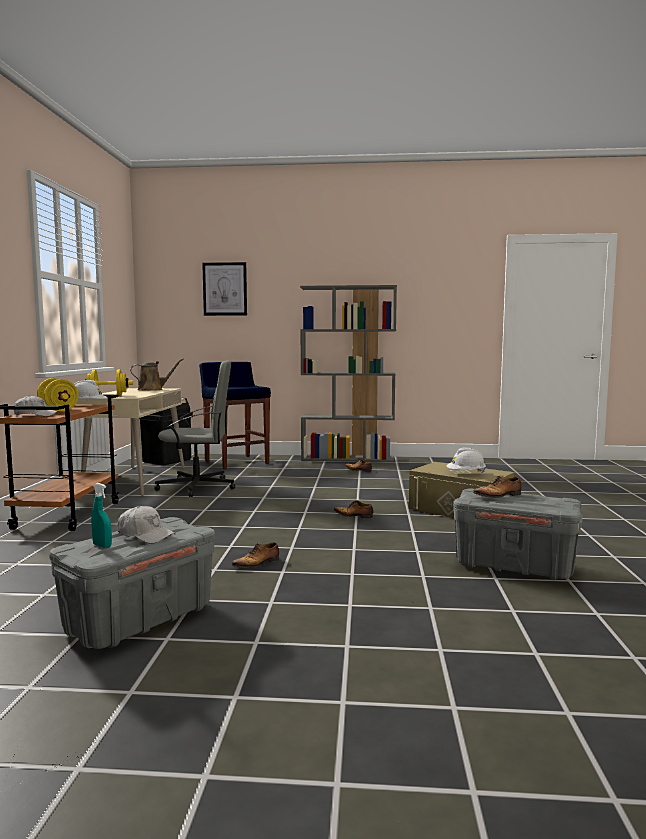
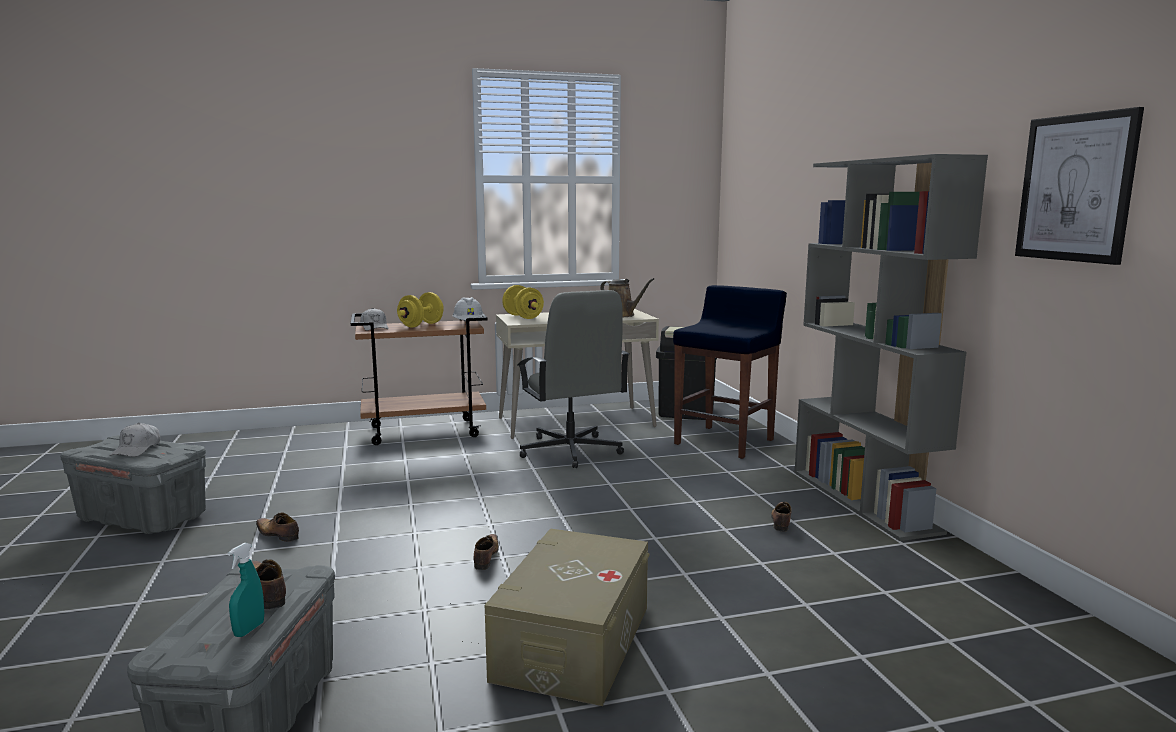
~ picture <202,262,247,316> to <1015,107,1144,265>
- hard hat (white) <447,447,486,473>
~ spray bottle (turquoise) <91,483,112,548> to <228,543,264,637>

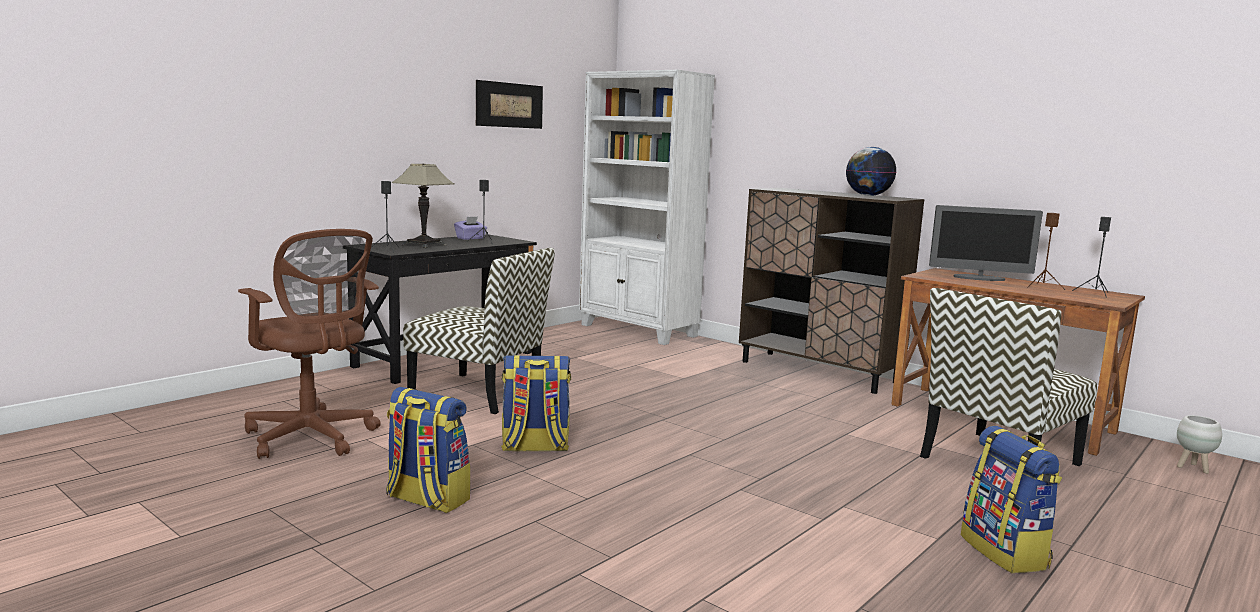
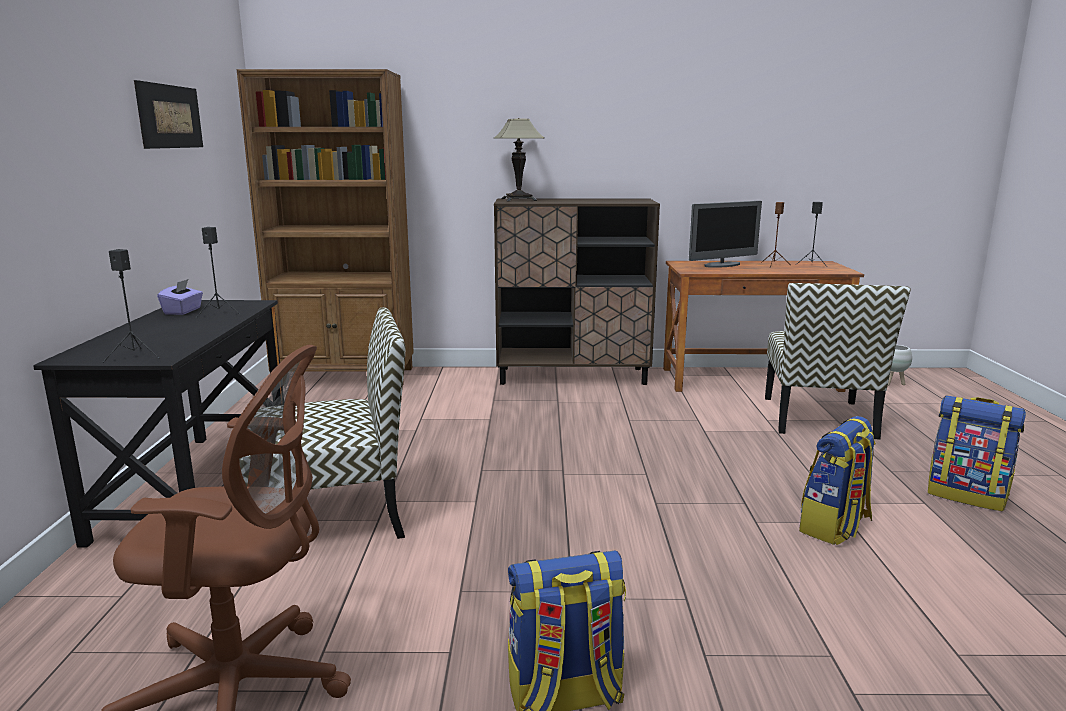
~ bookcase (white) <579,70,715,345> to bookcase (brown) <236,69,414,386>
- globe <846,147,896,196>
~ table lamp <392,163,455,248> to <494,118,545,201>
~ backpack <501,355,571,451> to <799,416,876,545>

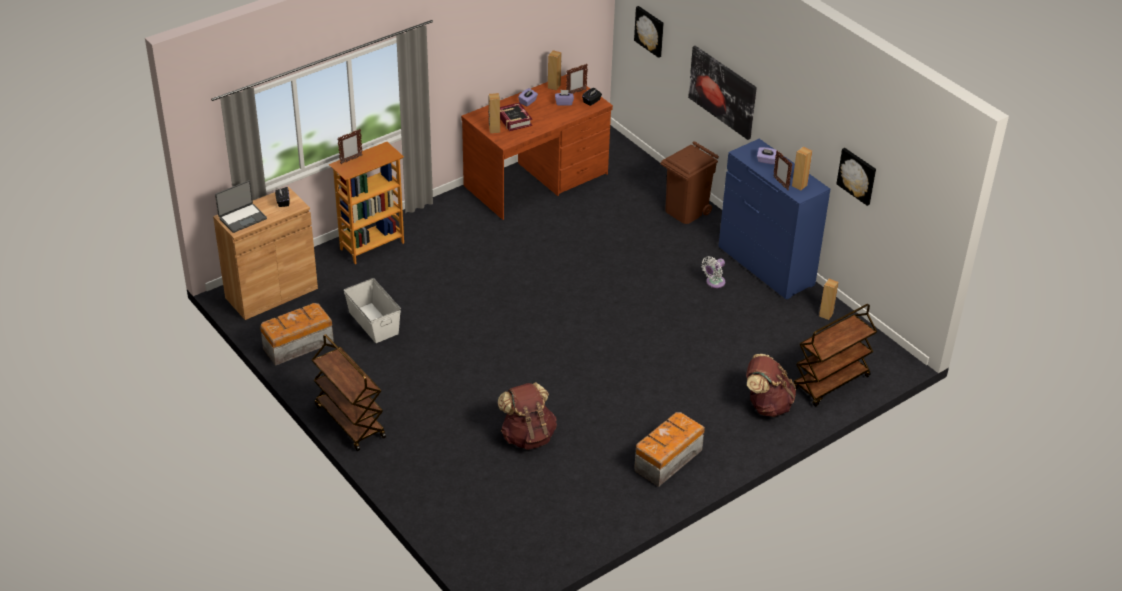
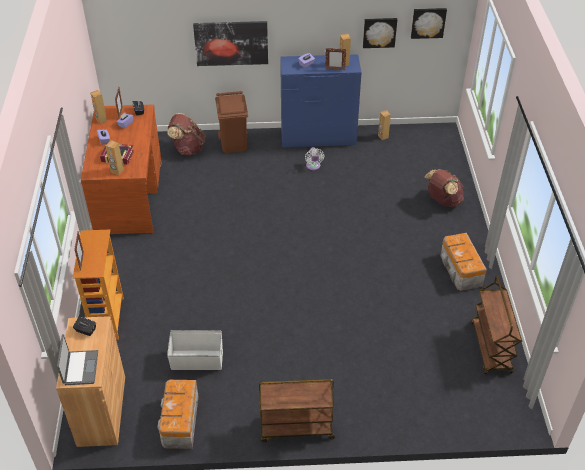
~ picture <634,6,664,58> to <411,8,447,39>
~ cart (brown) <794,304,877,407> to <471,276,522,375>
~ backpack (brown) <497,382,557,450> to <168,113,206,155>

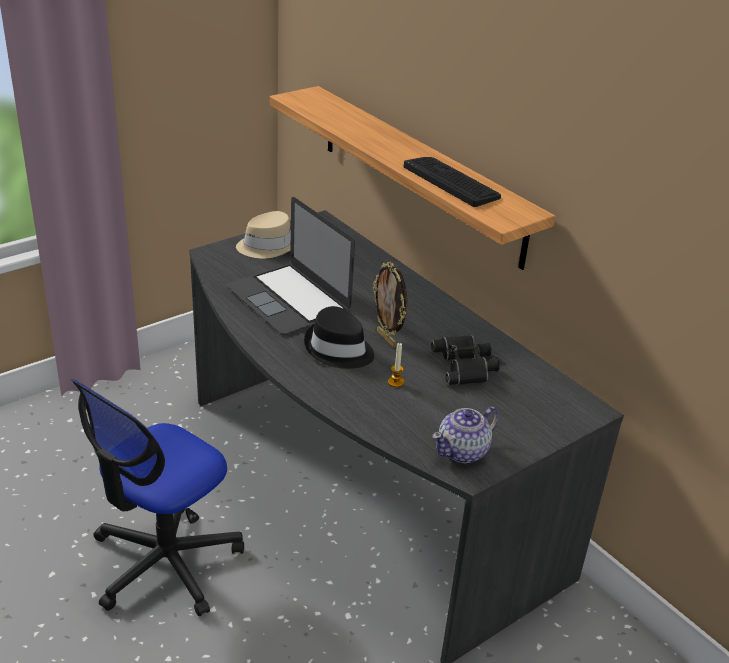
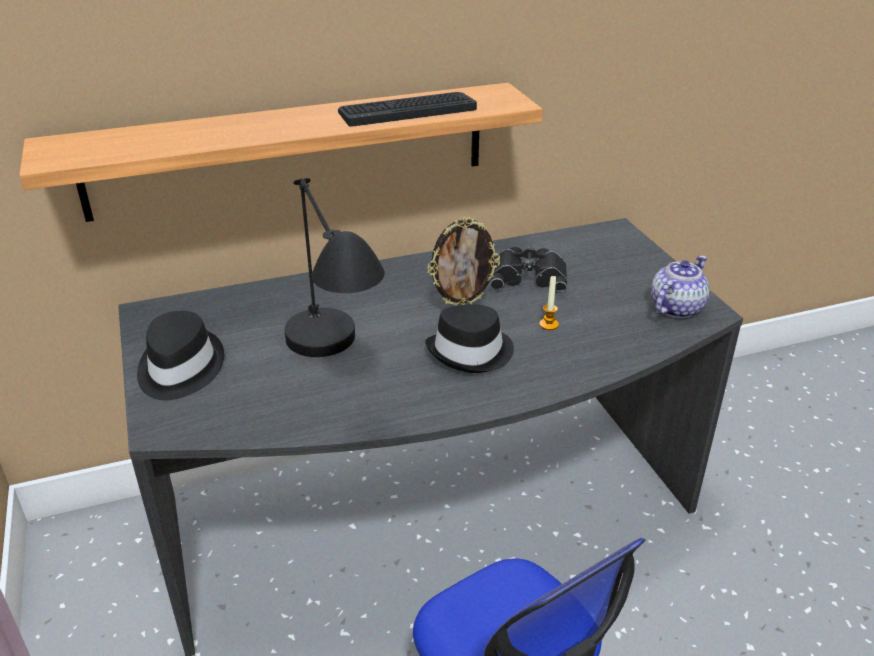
~ laptop <227,197,355,335> to table lamp (black) <285,178,385,357>
~ hat (beige) <236,211,291,258> to hat (black) <137,311,224,400>
~ teapot <432,407,499,463> = <651,255,710,318> 120 degrees counterclockwise

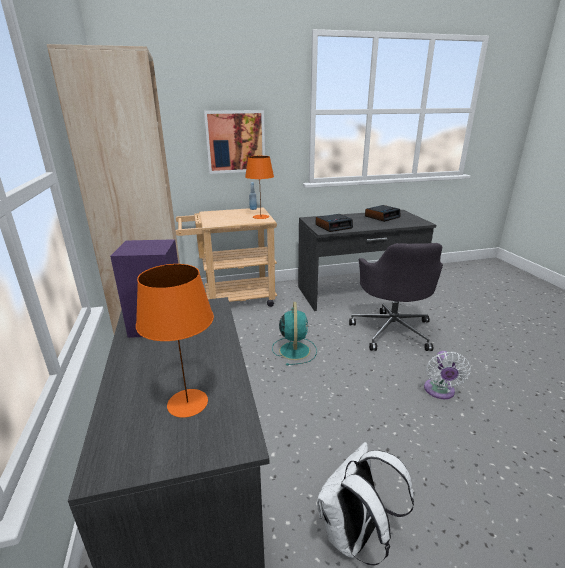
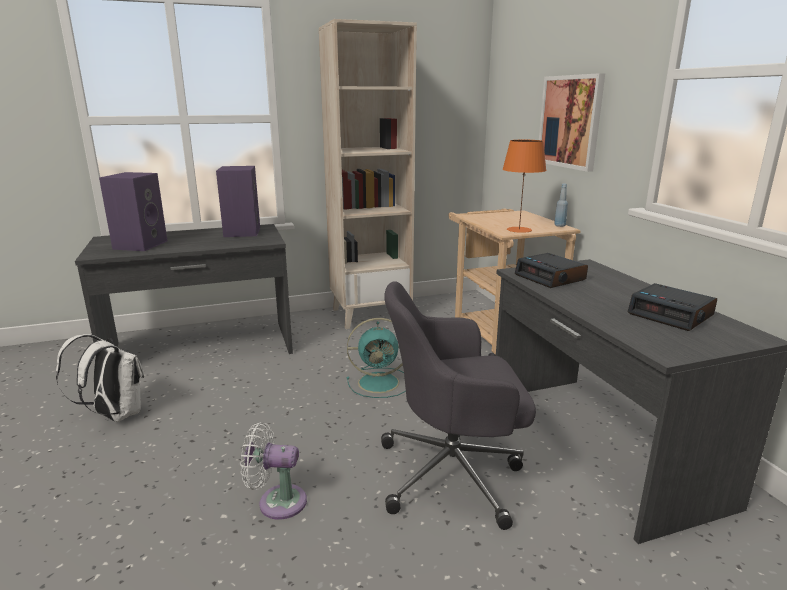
~ table lamp (orange) <136,264,214,418> to speaker (purple) <99,172,167,251>

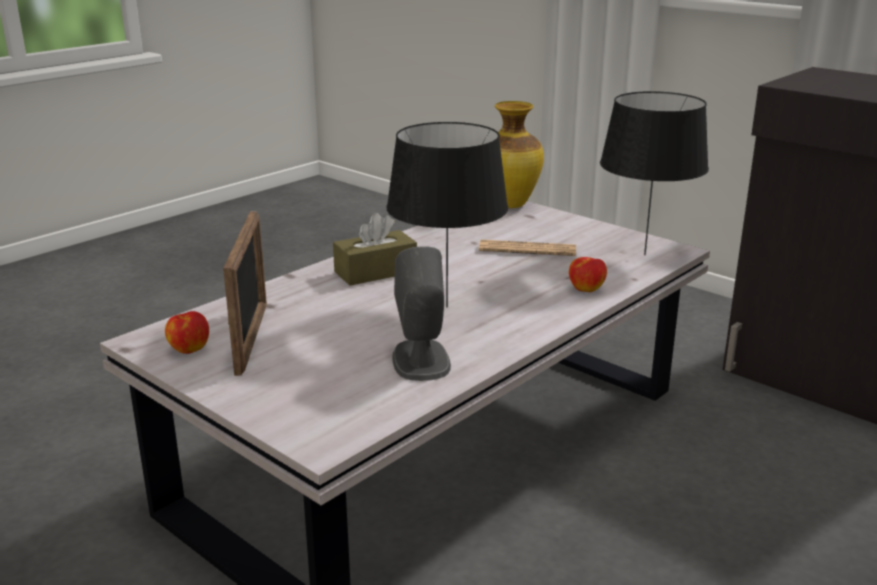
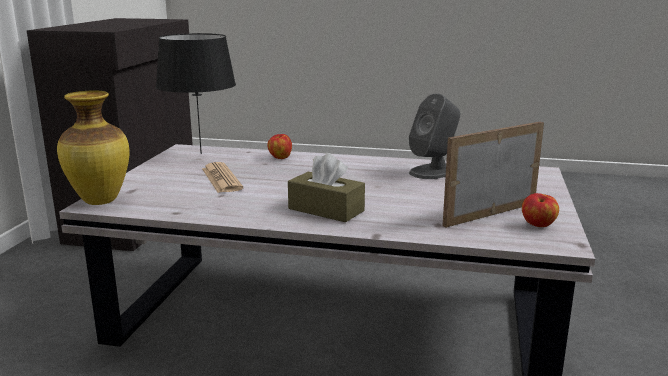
- table lamp (black) <386,122,508,307>

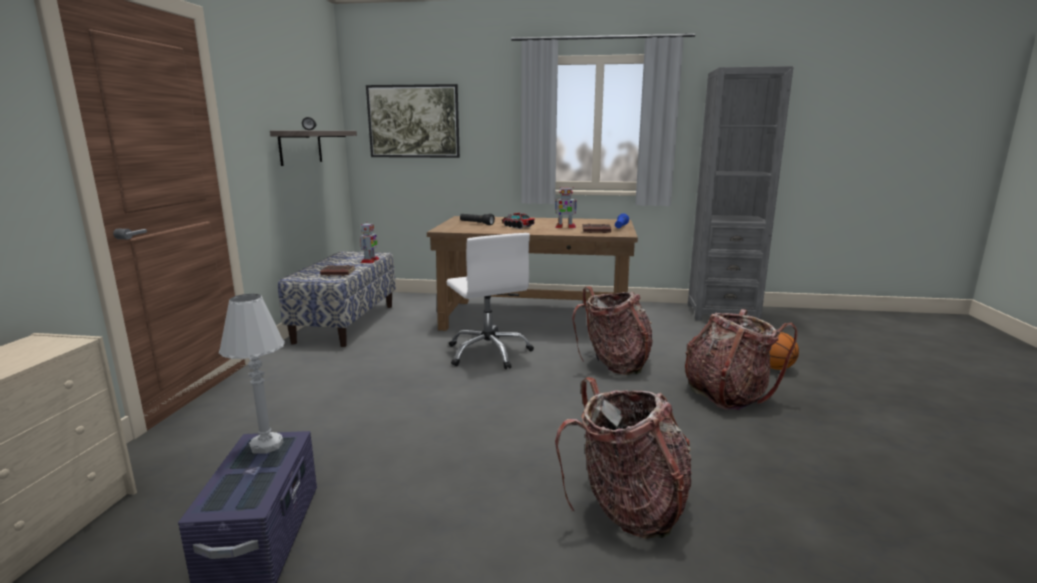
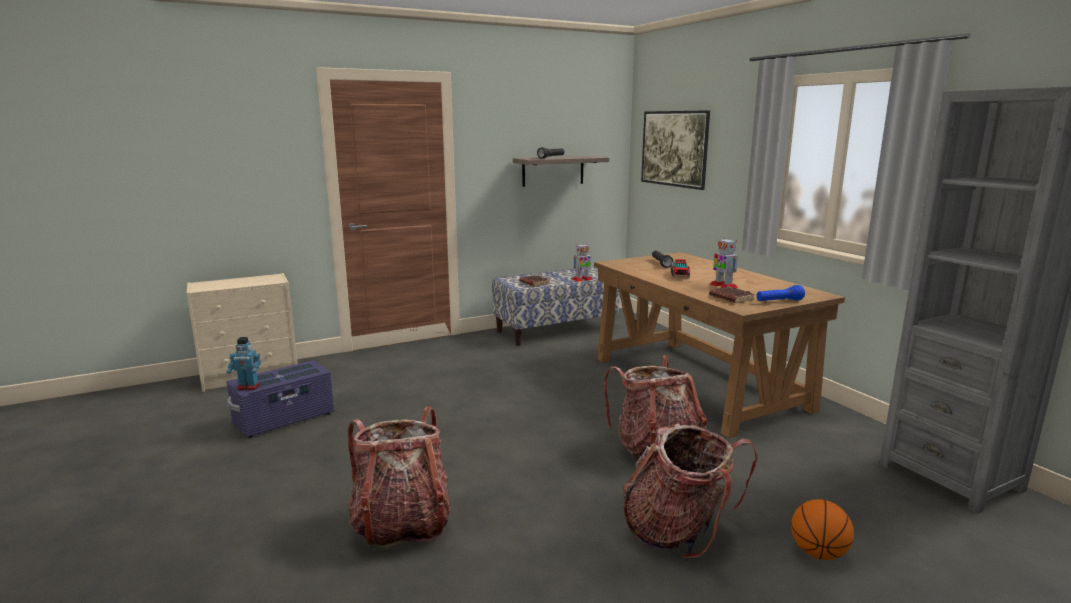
- office chair (white) <446,233,534,369>
- table lamp (white) <219,294,285,454>
+ toy robot <227,337,261,390>

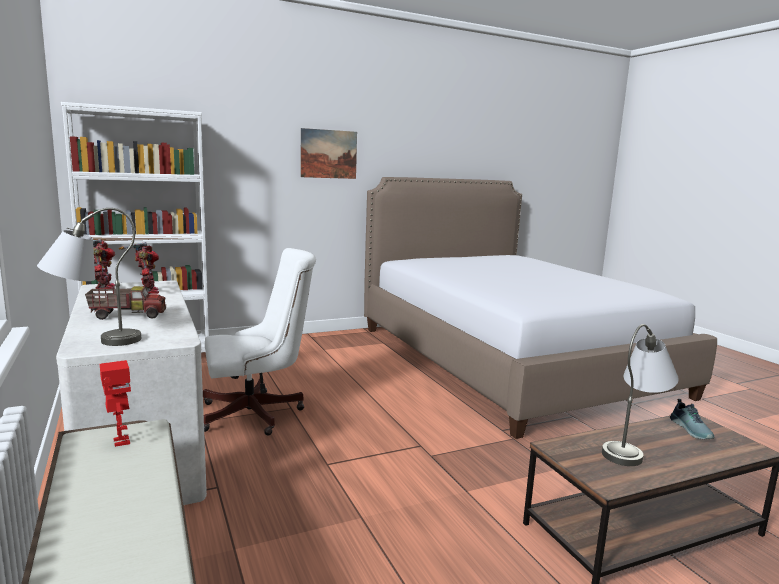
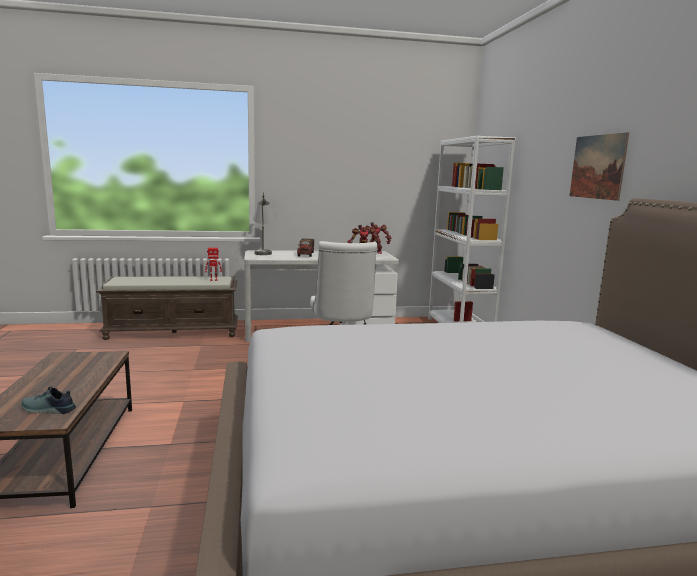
- table lamp (grey) <602,324,679,466>

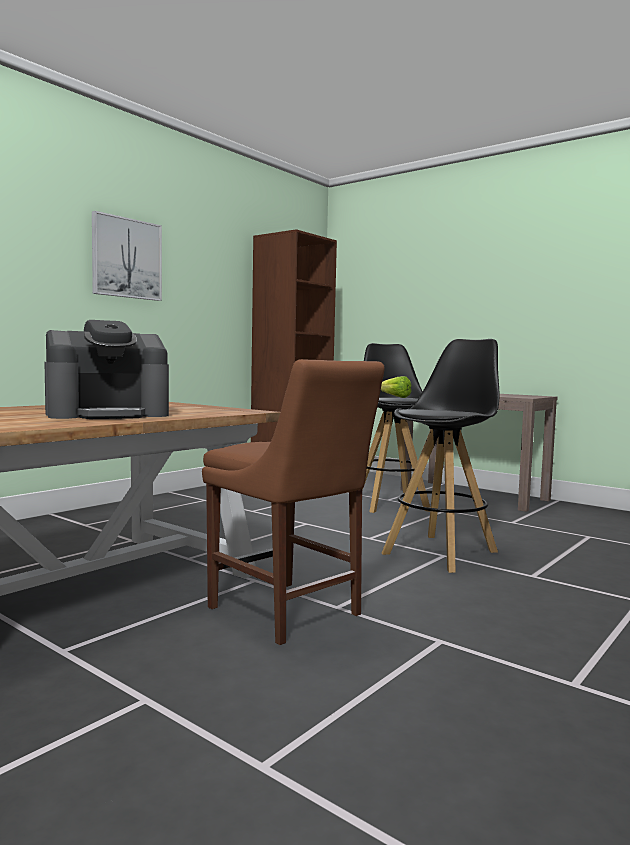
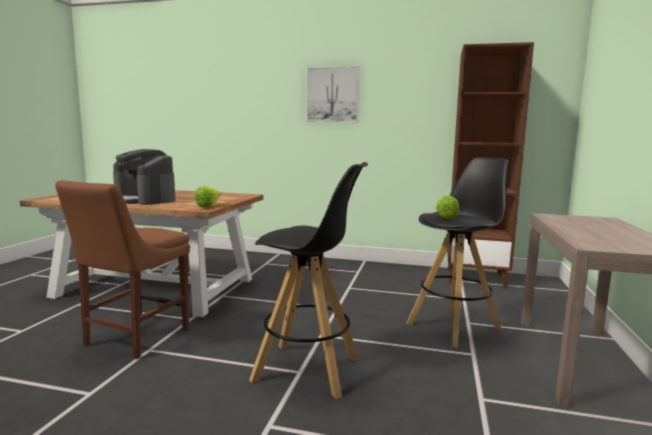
+ lettuce <194,186,220,208>

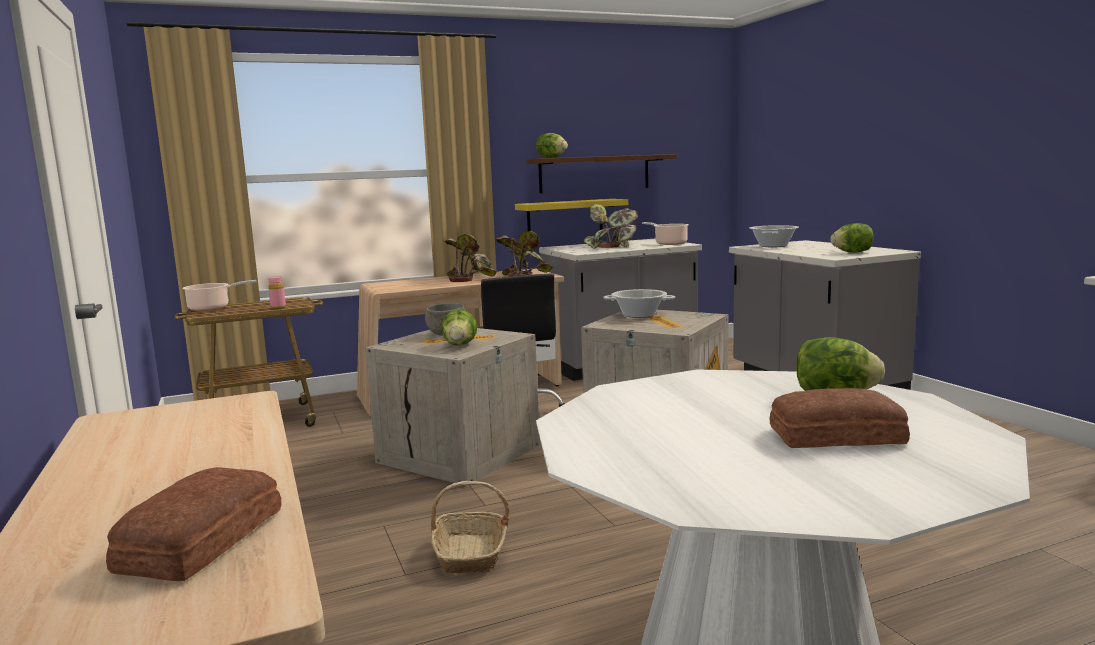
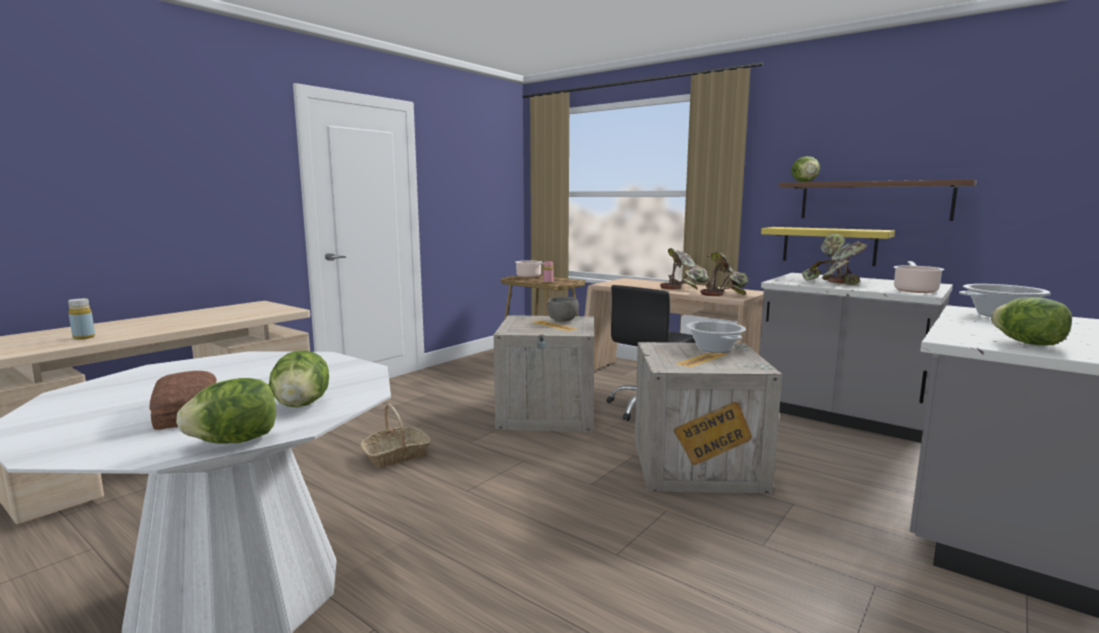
~ lettuce <441,310,477,346> to <176,378,276,444>
~ bread <106,467,281,581> to bottle (yellow) <68,298,95,339>

